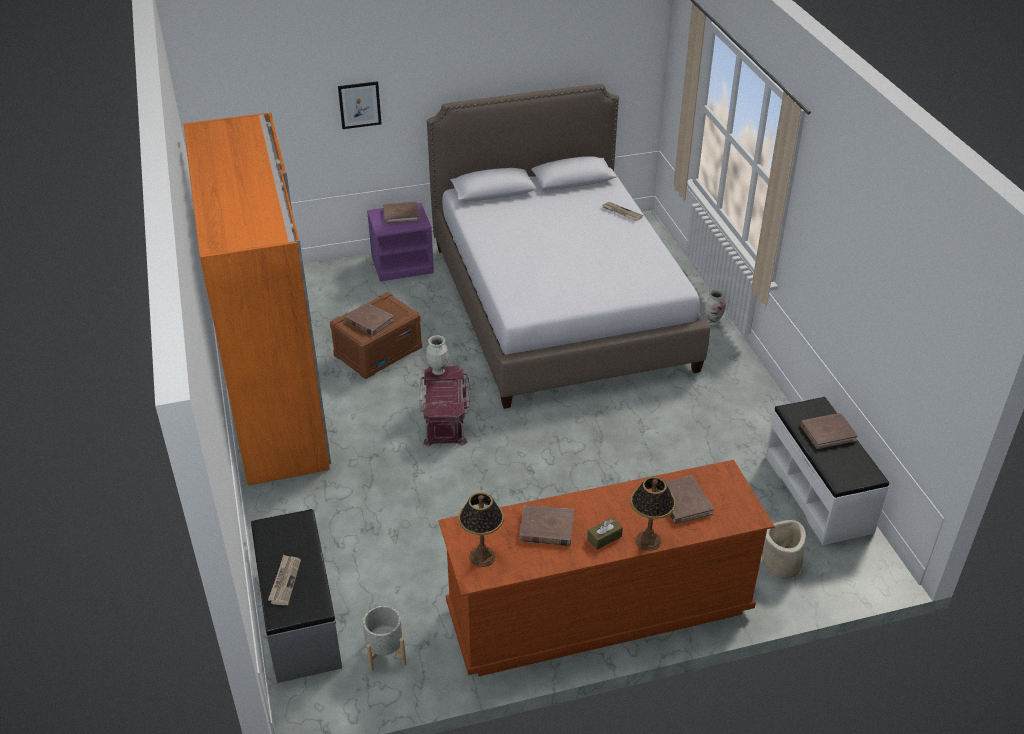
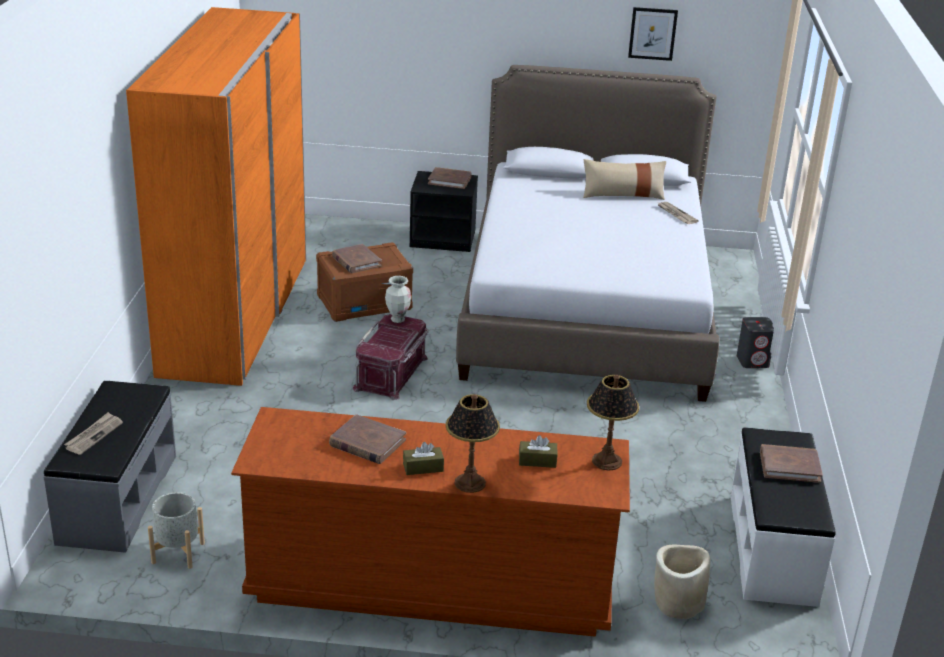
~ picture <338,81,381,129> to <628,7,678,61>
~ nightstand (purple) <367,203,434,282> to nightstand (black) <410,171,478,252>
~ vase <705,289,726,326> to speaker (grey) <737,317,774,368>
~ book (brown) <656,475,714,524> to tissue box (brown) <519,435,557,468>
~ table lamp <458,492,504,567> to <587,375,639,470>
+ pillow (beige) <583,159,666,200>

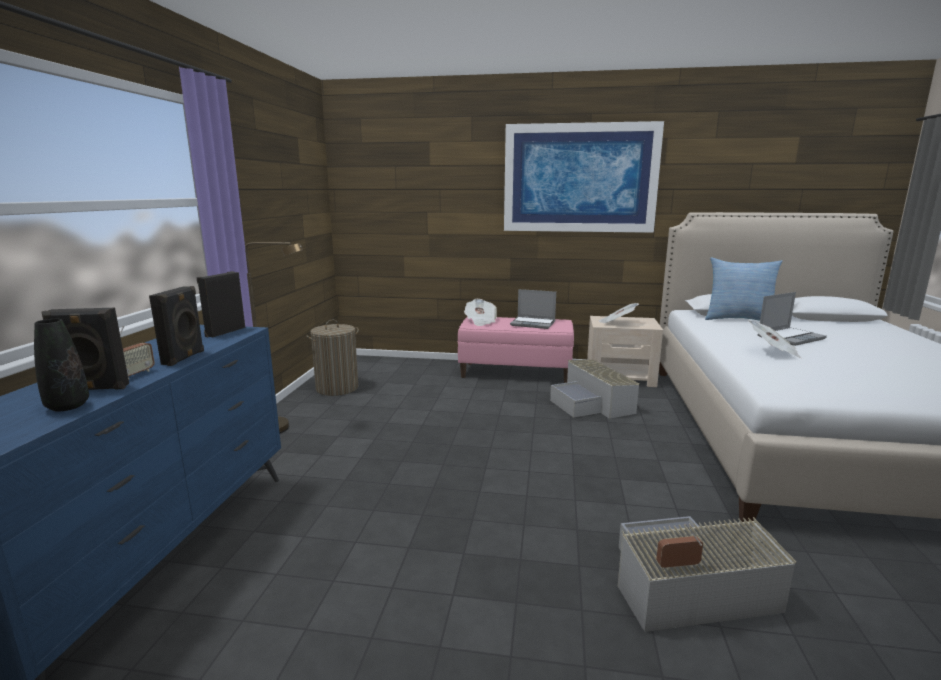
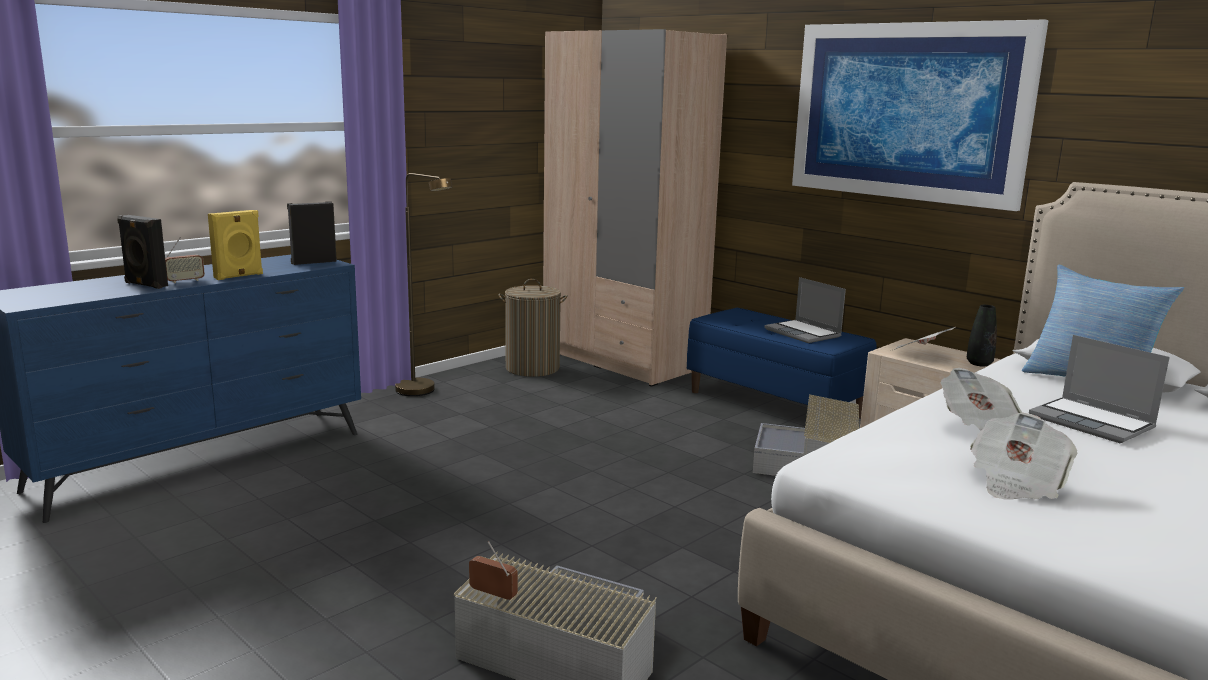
~ speaker (black) <149,286,204,366> to speaker (yellow) <208,210,263,280>
~ laptop <757,292,827,346> = <1029,335,1170,443> 45 degrees clockwise
~ newspaper <464,299,497,326> to <970,413,1078,500>
~ bench (pink) <458,316,574,383> to bench (blue) <687,308,877,418>
~ vase (black) <34,319,89,412> to <967,305,997,366>
+ wardrobe (beige) <543,29,727,387>

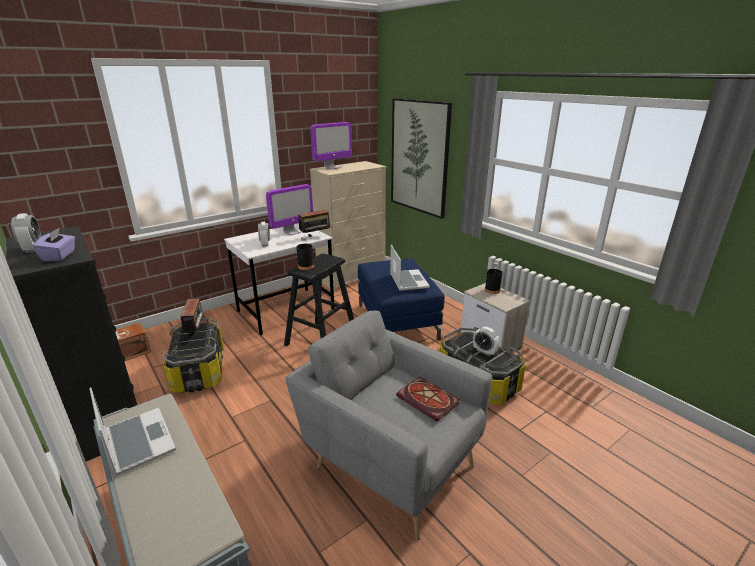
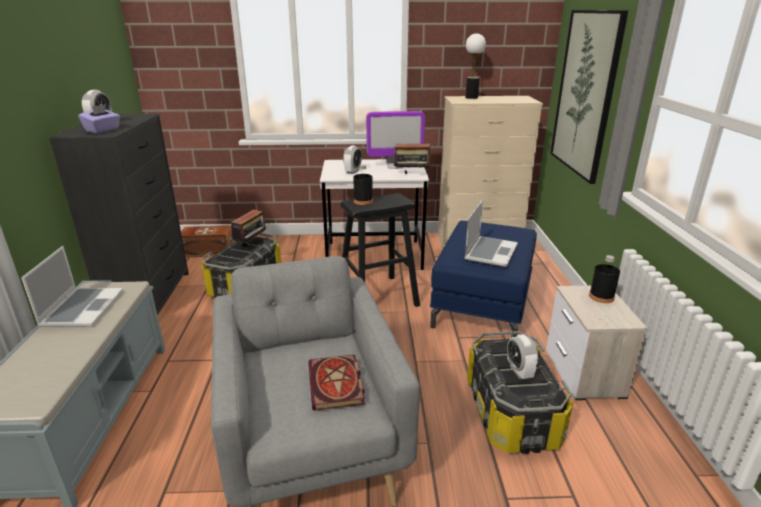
~ monitor <310,122,352,169> to table lamp <465,33,486,99>

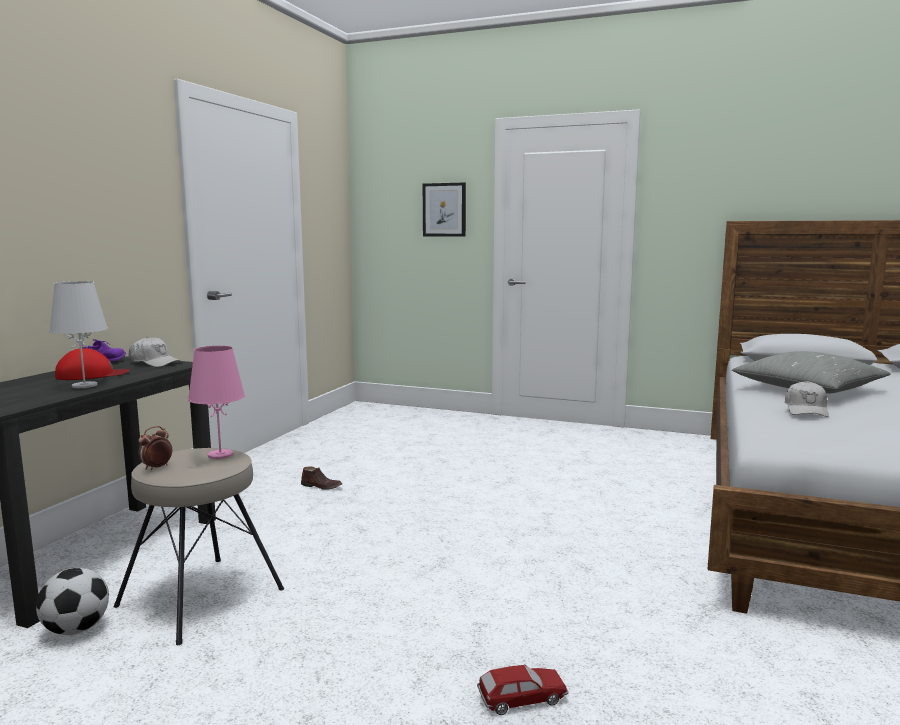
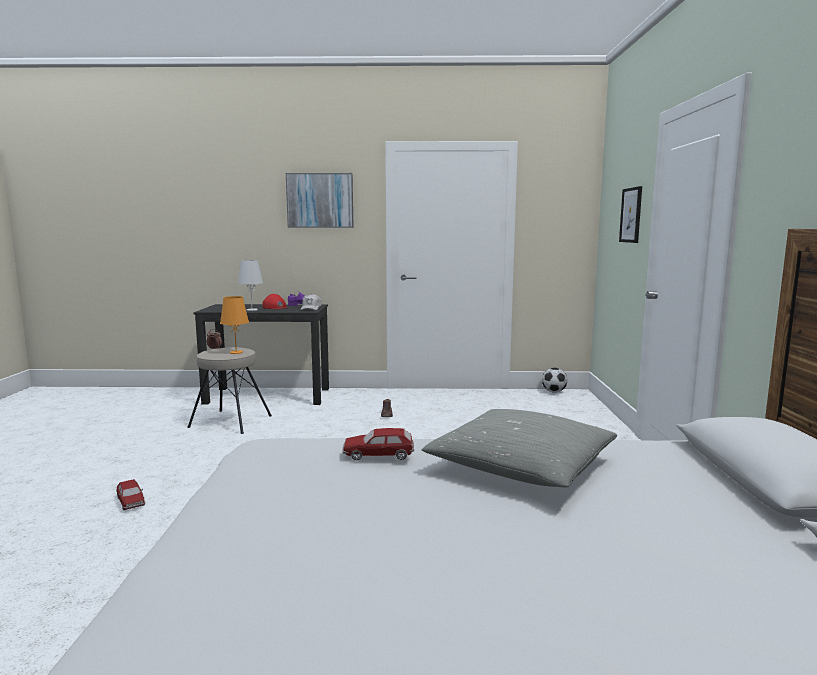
~ table lamp (pink) <188,346,245,459> to table lamp (orange) <220,296,249,354>
~ cap (white) <784,381,829,417> to toy car <342,428,414,460>
~ football <36,568,109,635> to <542,368,567,393>
+ picture <286,173,353,228>

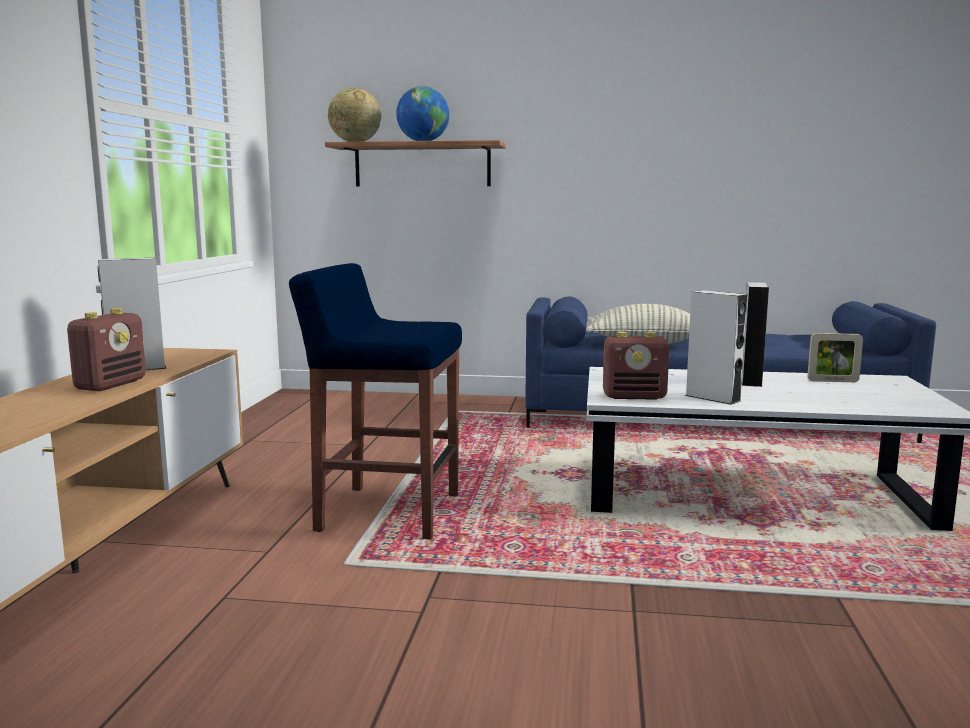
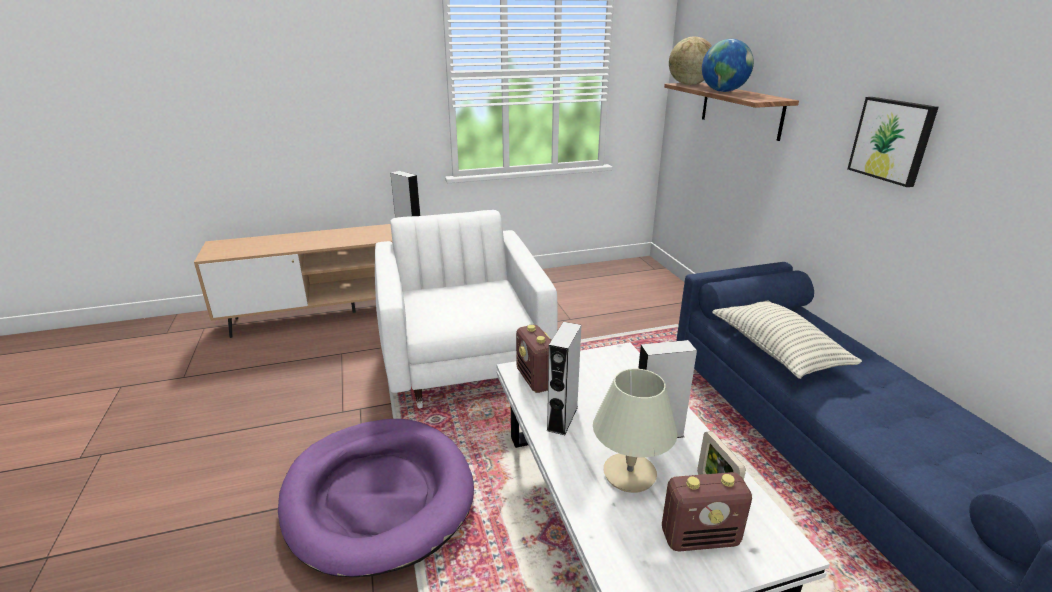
~ stool (blue) <289,263,462,540> to armchair (white) <375,210,558,408>
~ radio <67,308,146,391> to <662,472,752,552>
+ picture <848,97,939,187>
+ table lamp (beige) <593,369,677,493>
+ dog bed (purple) <278,419,474,577>

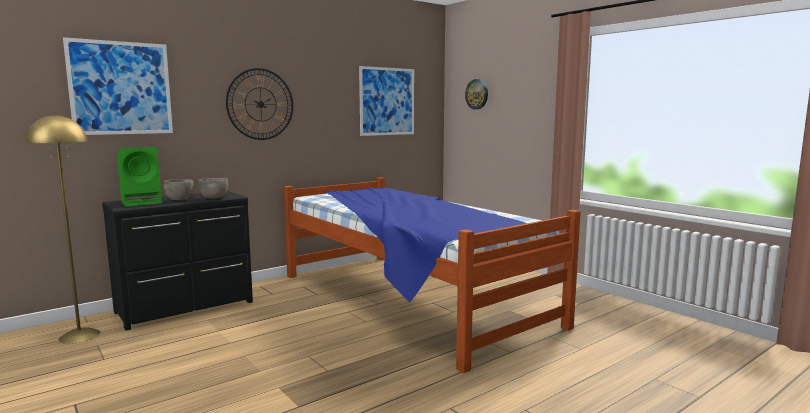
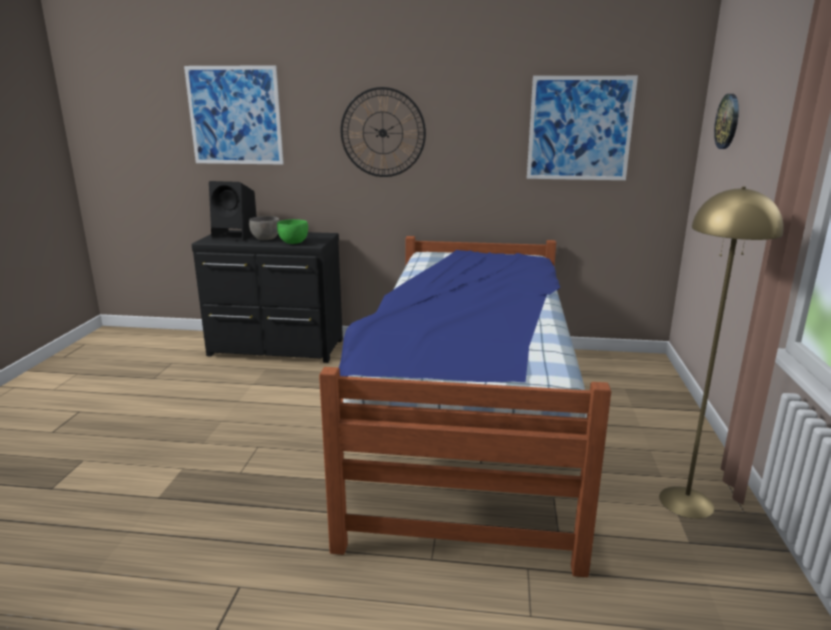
~ floor lamp (yellow) <26,114,100,344> to <659,186,784,519>
~ speaker (green) <117,147,162,207> to speaker (black) <209,181,257,241>
~ bowl (grey) <198,178,228,199> to bowl (green) <277,219,308,244>

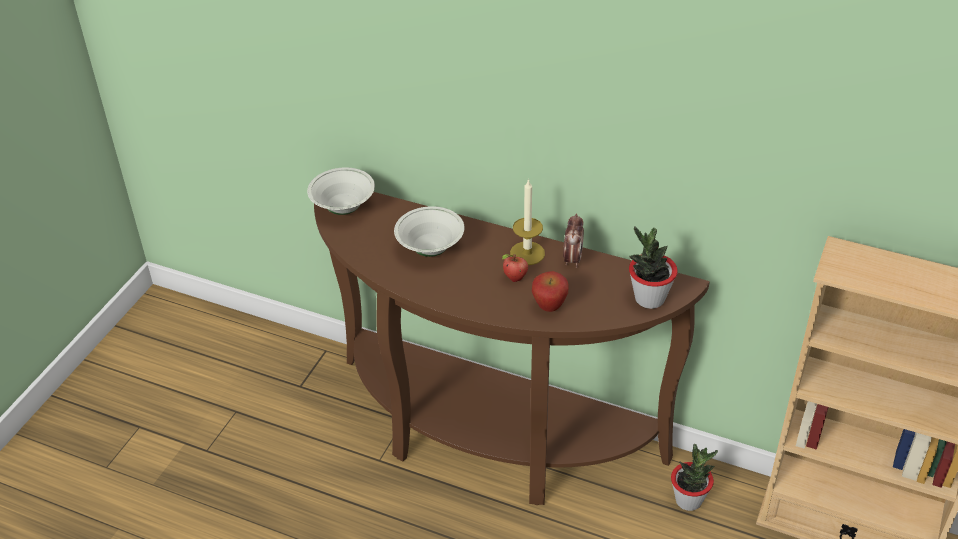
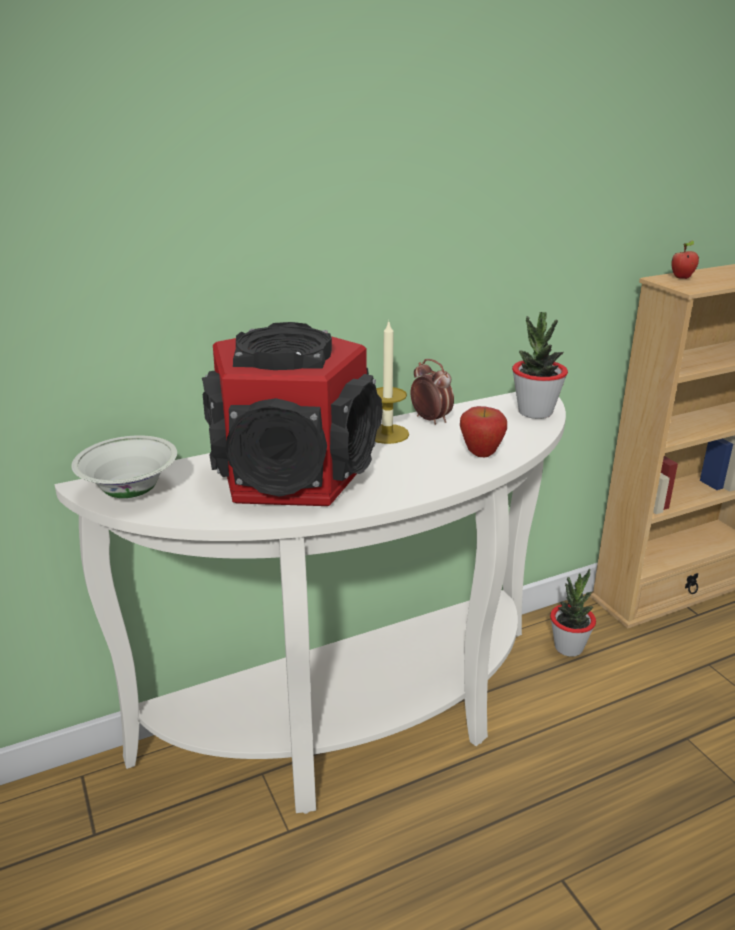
~ console table (brown) <314,192,710,505> to console table (white) <54,392,566,814>
~ bowl (white) <394,206,465,257> to speaker <202,322,383,506>
~ apple <502,254,528,282> to <671,240,699,279>

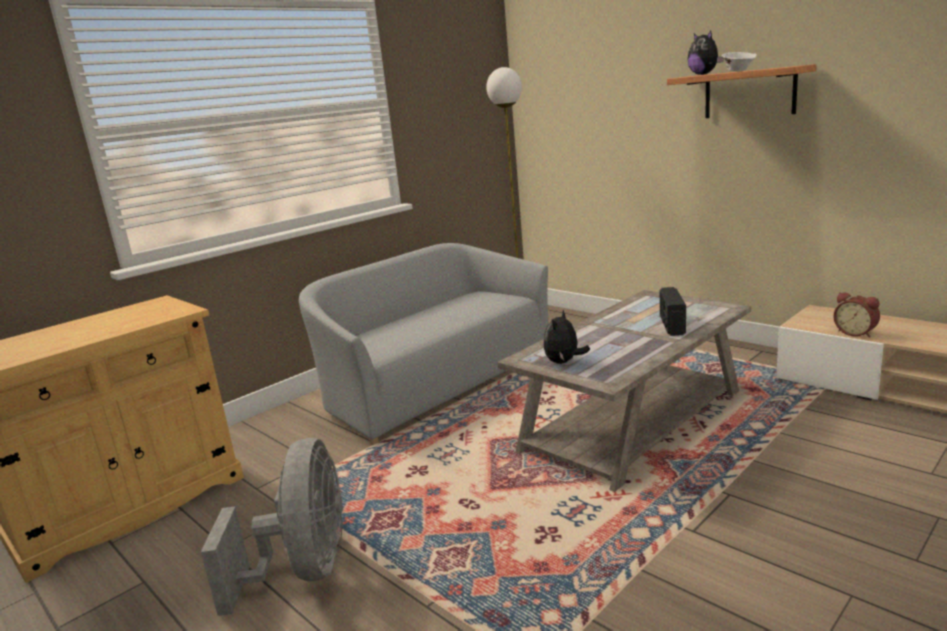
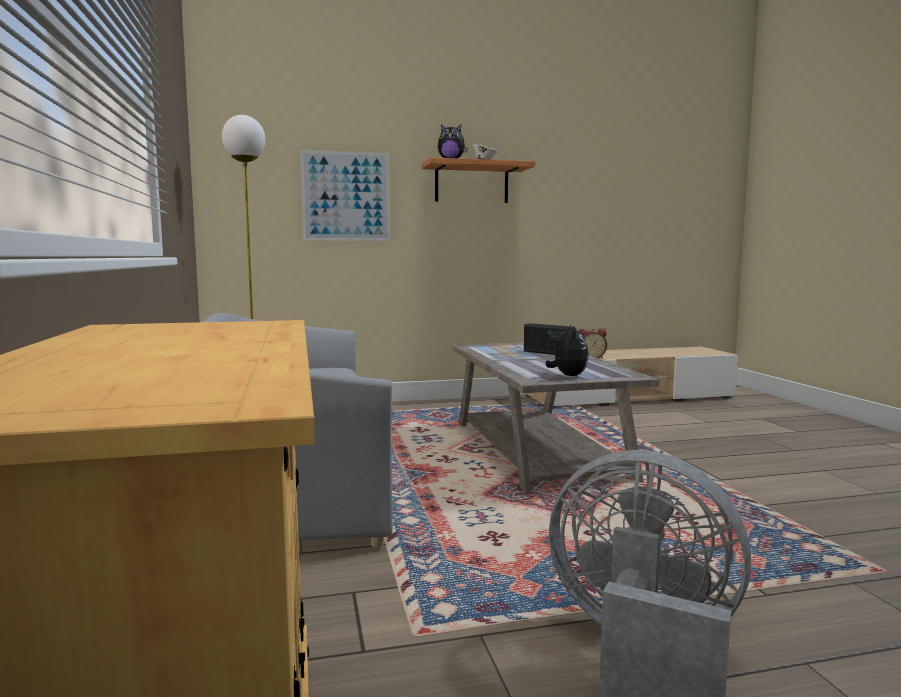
~ plush toy <543,310,590,364> = <546,325,589,376> 150 degrees counterclockwise
+ picture <300,150,390,241>

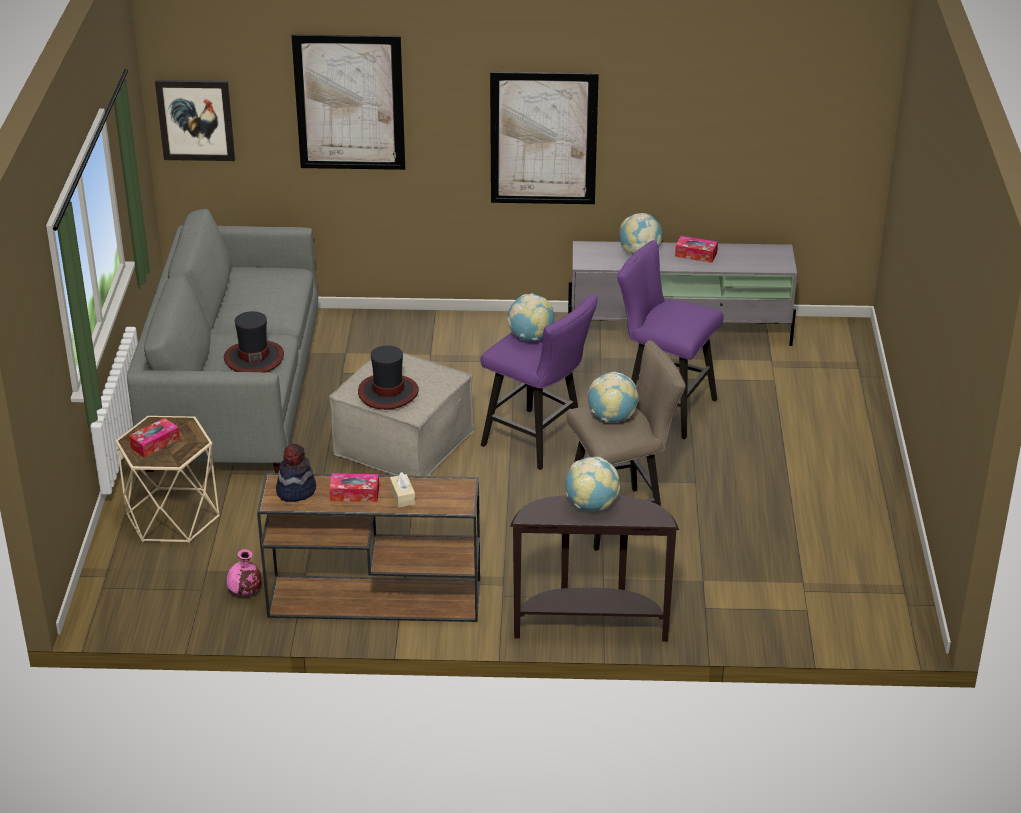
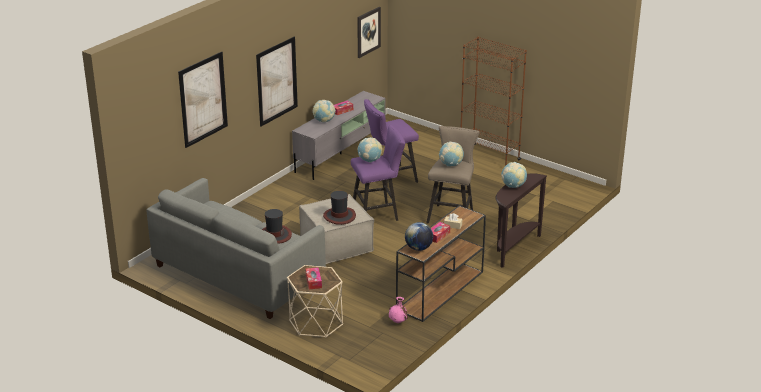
~ picture <155,80,235,161> to <357,7,381,58>
~ hat <276,444,316,502> to globe <405,222,433,251>
+ bookcase (brown) <460,36,527,166>

